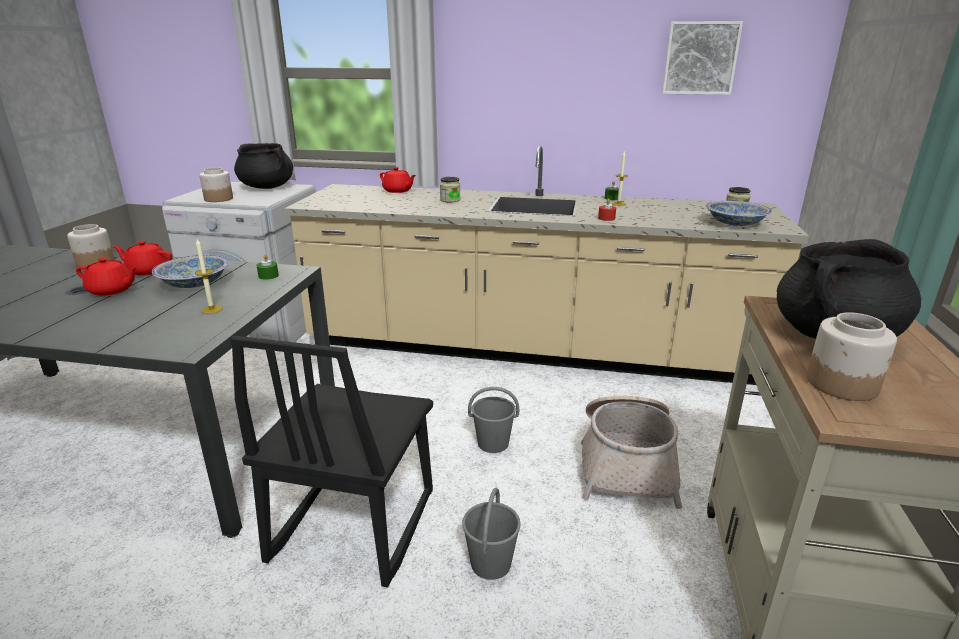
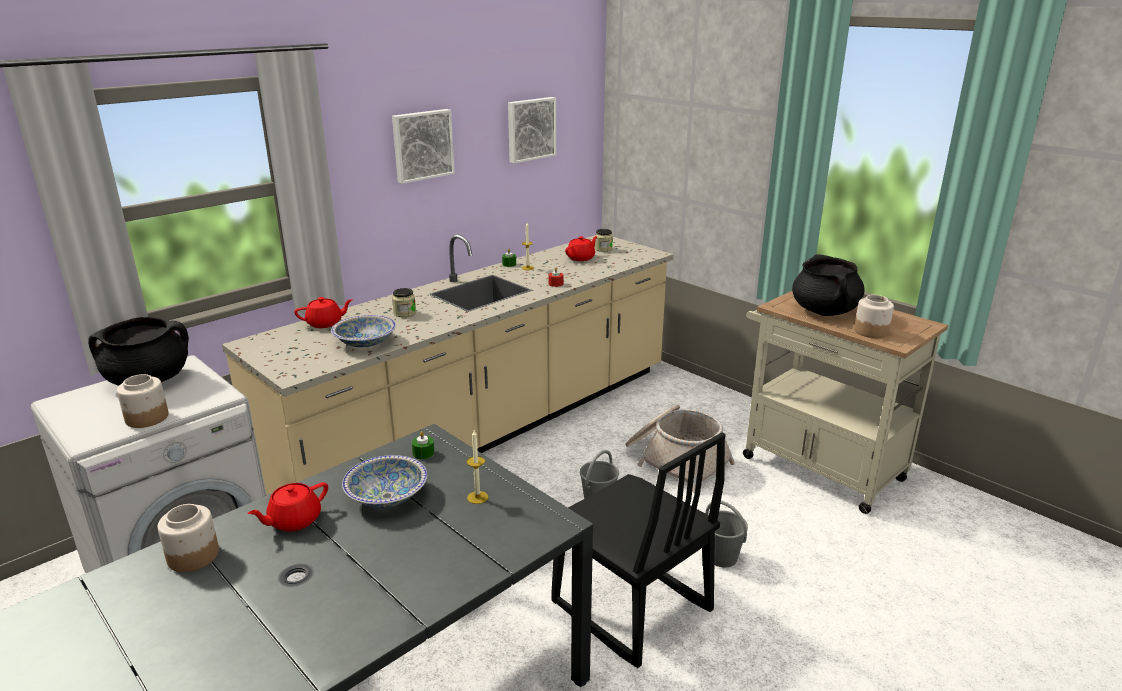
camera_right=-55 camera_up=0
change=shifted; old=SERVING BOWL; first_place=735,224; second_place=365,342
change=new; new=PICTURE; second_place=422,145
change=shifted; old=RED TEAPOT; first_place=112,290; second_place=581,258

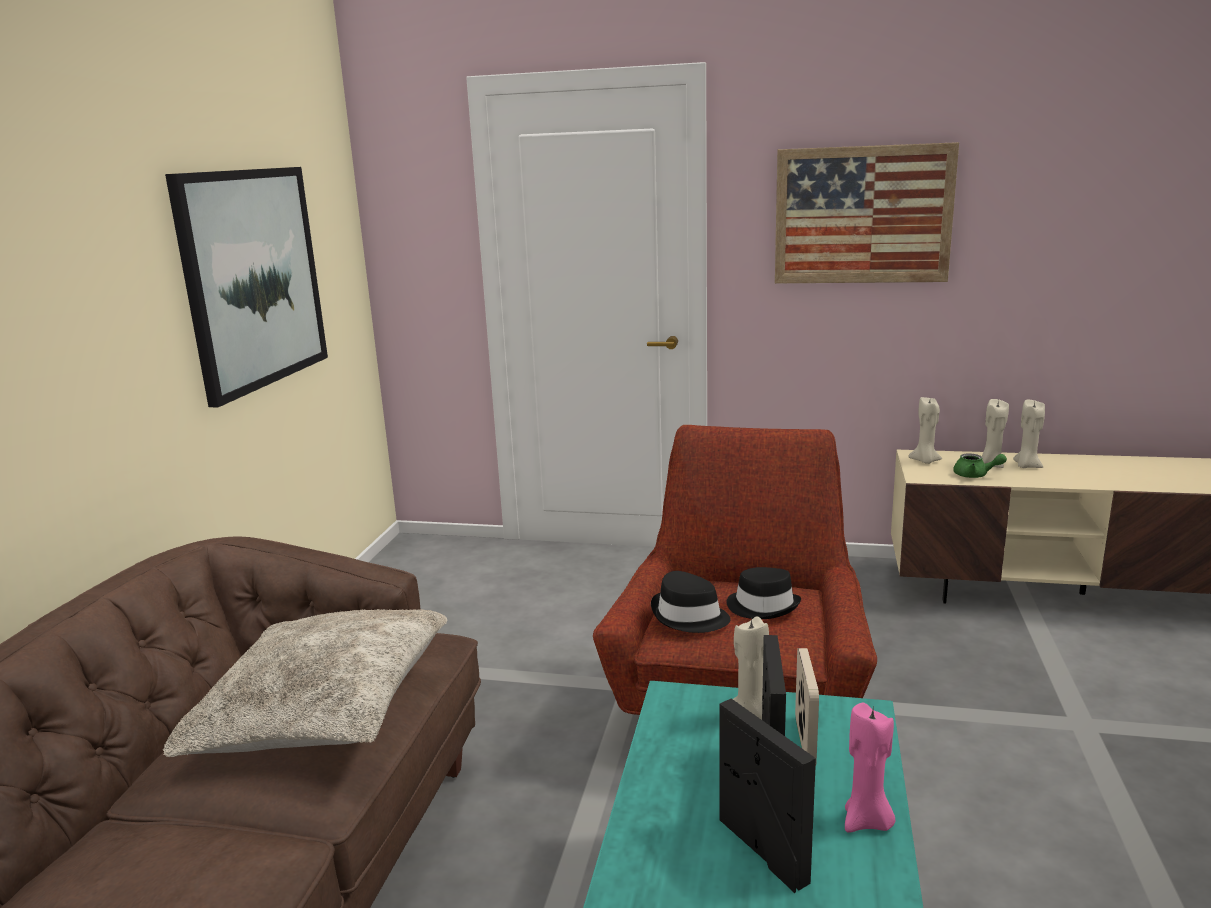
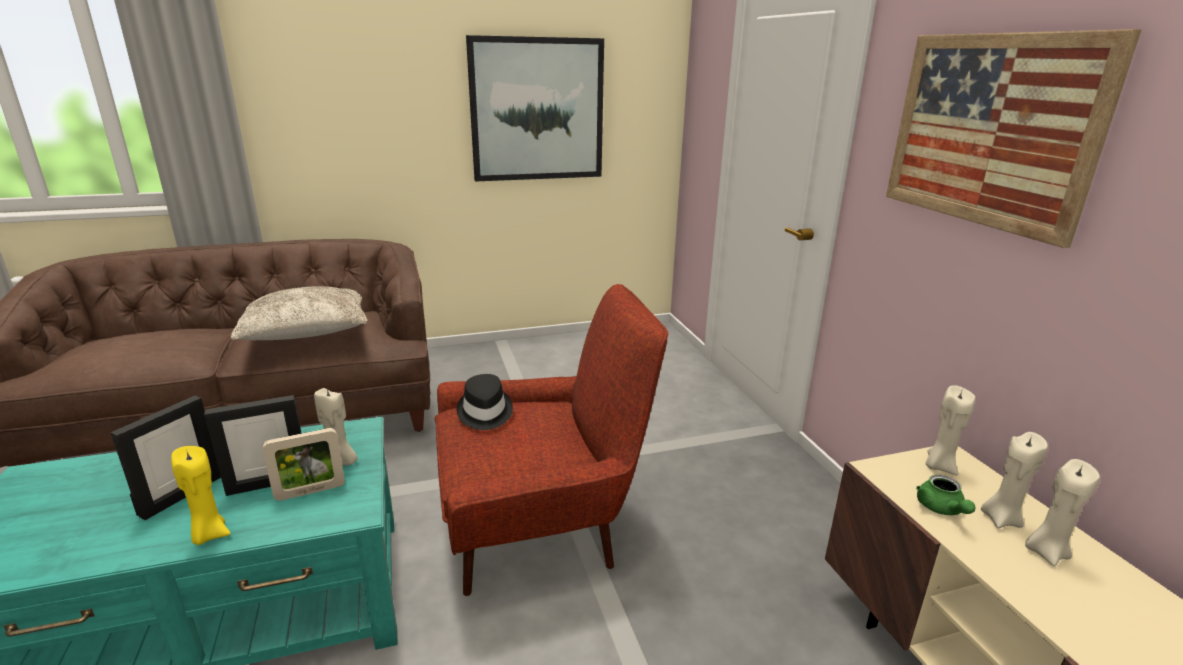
camera_right=60 camera_up=5
change=repainted; old=PINKISH WAX LIGHT; new=YELLOWISH WAX LIGHT; first_place=867,821; second_place=209,534
change=gone; old=BLACKISH CLOTHING HAT; first_place=763,606

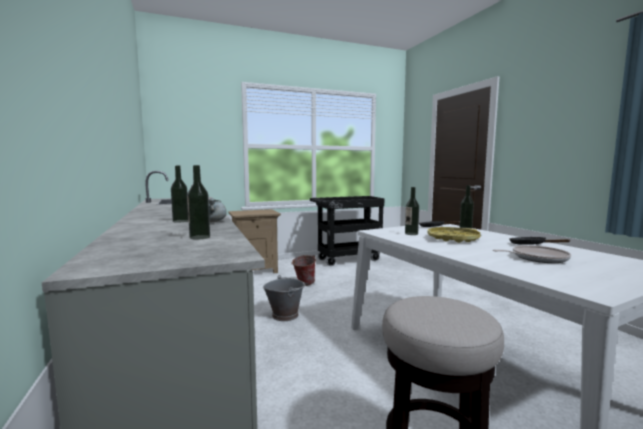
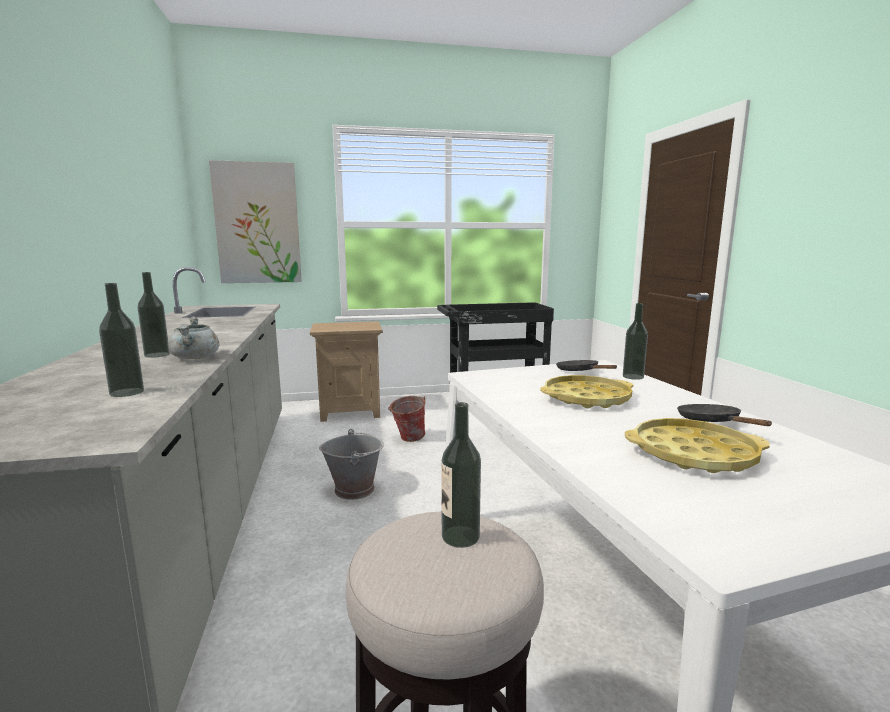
camera_right=10 camera_up=5
change=new; new=PICTURE; second_place=257,223
change=shifted; old=BOTTLE; first_place=411,234; second_place=460,536
change=swapped; old=FRYING PAN; new=YELLOWISH TRAY; first_place=536,258; second_place=693,454

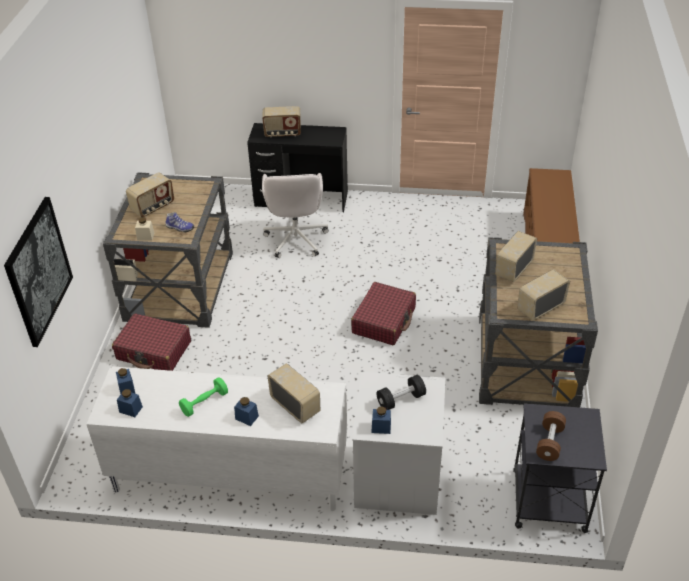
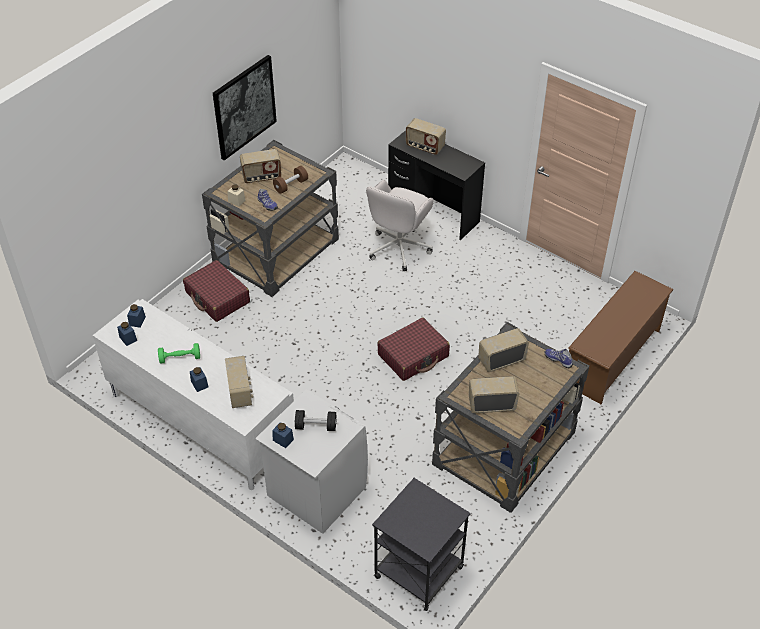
camera_right=30 camera_up=5
change=shifted; old=PICTURE; first_place=38,271; second_place=244,107
change=shifted; old=BROWNISH FREE WEIGHT; first_place=549,442; second_place=291,185
change=new; new=LOW SHOE; second_place=558,360

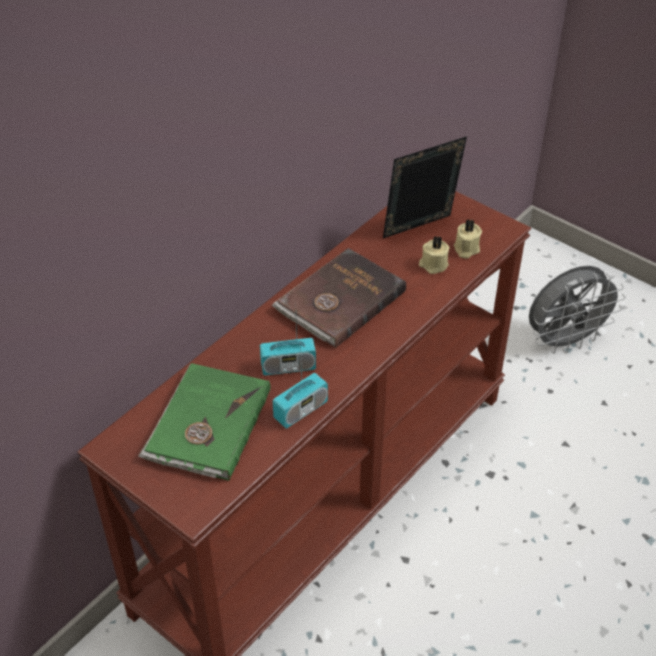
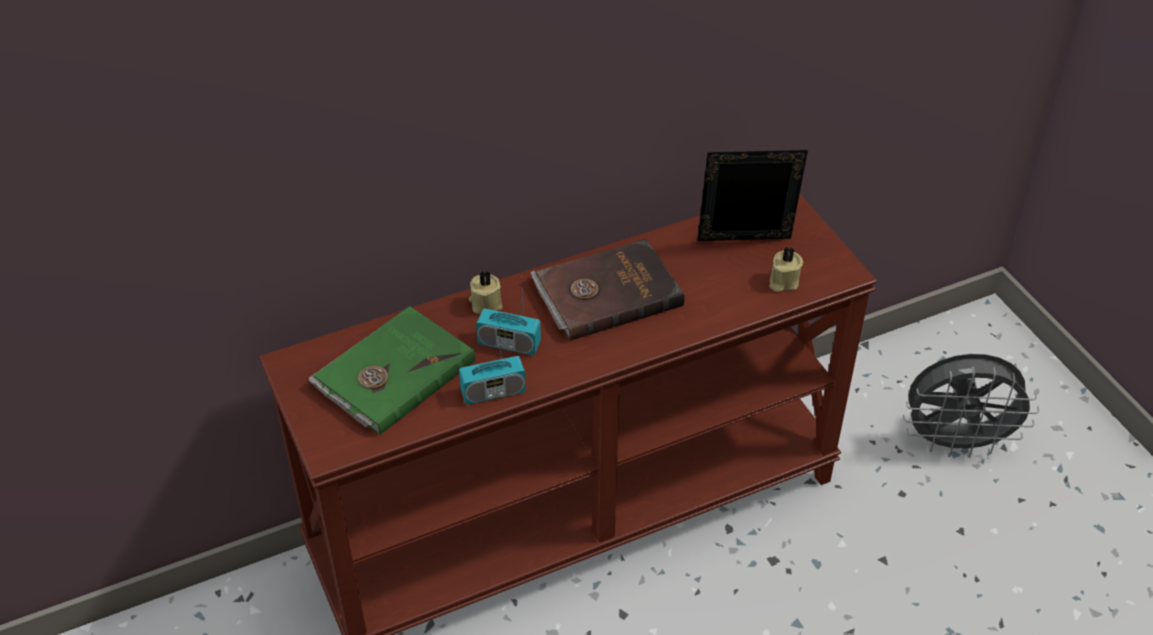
camera_right=25 camera_up=0
change=shifted; old=SAND-COLOURED WAX LIGHT; first_place=433,265; second_place=485,303

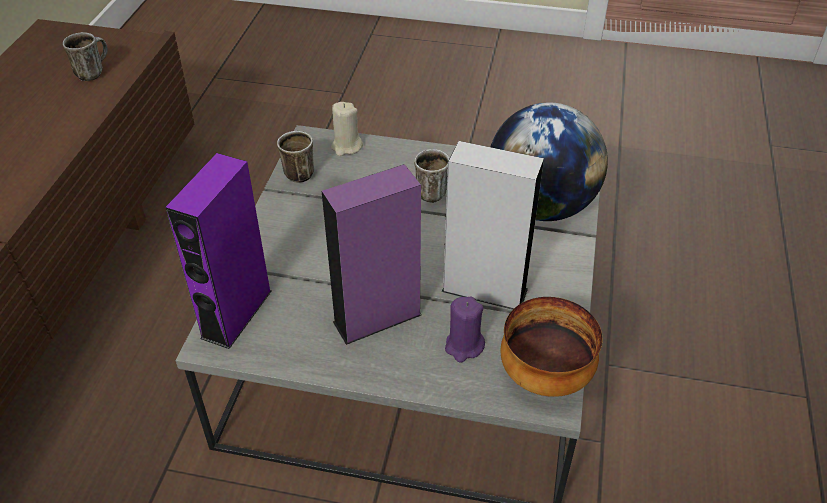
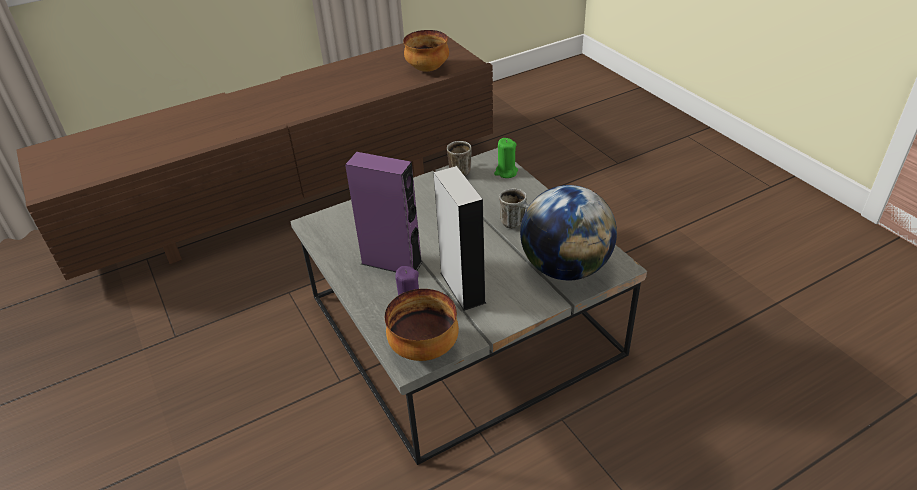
camera_right=50 camera_up=-5
change=swapped; old=TEA MUG; new=SERVING BOWL; first_place=93,72; second_place=428,69
change=repainted; old=SAND-COLOURED WAX LIGHT; new=GREENISH WAX LIGHT; first_place=346,146; second_place=506,172
change=gone; old=PURPLISH LOUDSPEAKER; first_place=236,314

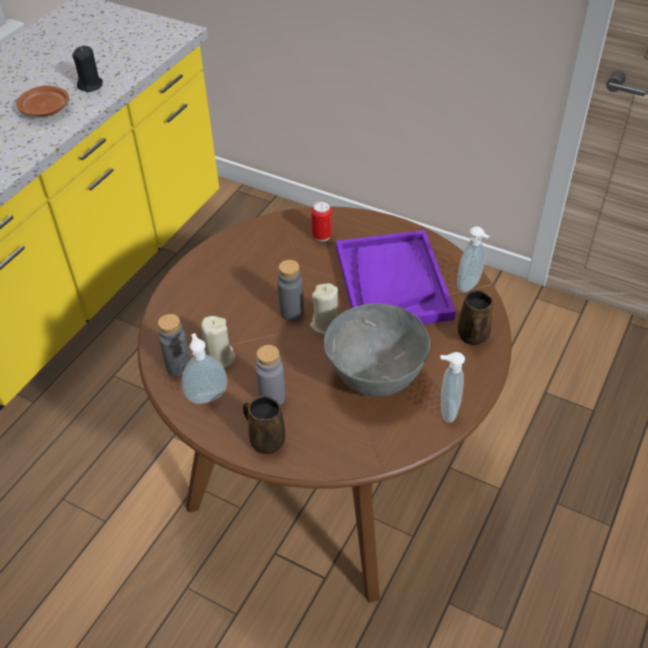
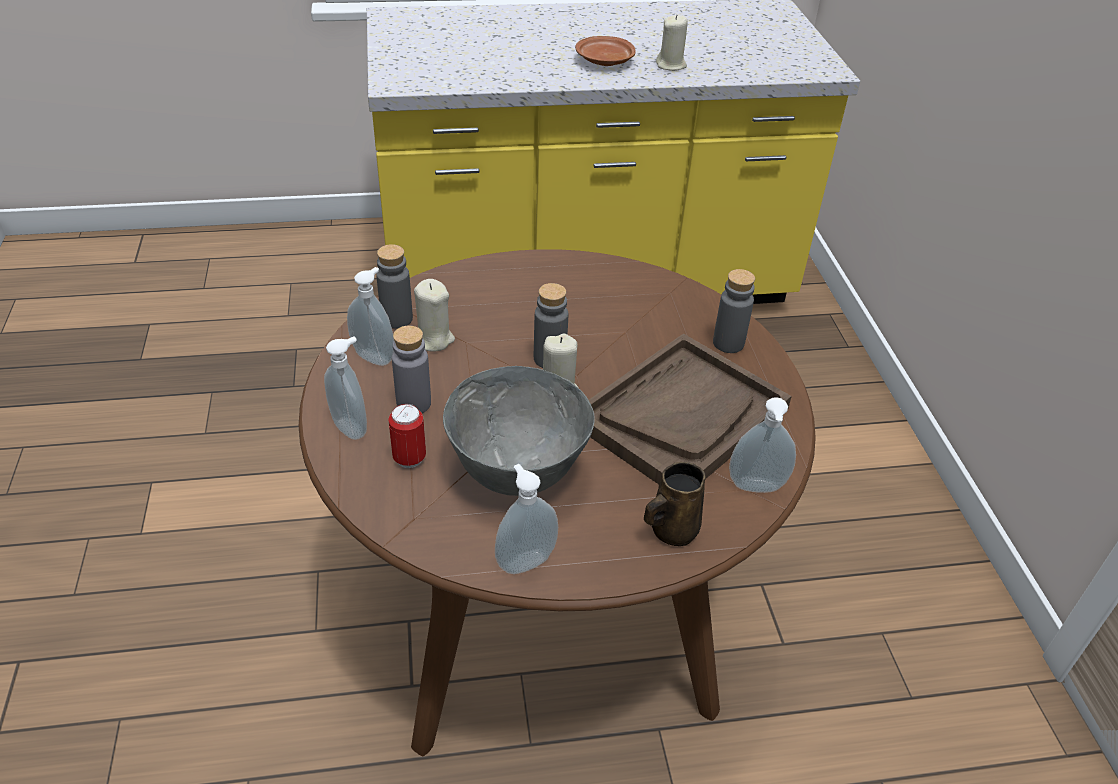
camera_right=50 camera_up=-5
change=swapped; old=BROWNISH TEA MUG; new=LIQUID SOAP BOTTLE; first_place=266,440; second_place=352,427
change=shifted; old=SEALED CAN; first_place=322,236; second_place=409,458
change=repainted; old=PURPLISH TRAY; new=BROWNISH TRAY; first_place=392,283; second_place=681,416
change=repainted; old=BLACKISH WAX LIGHT; new=SAND-COLOURED WAX LIGHT; first_place=91,85; second_place=671,65
change=new; new=GREY BOTTLE; second_place=728,343

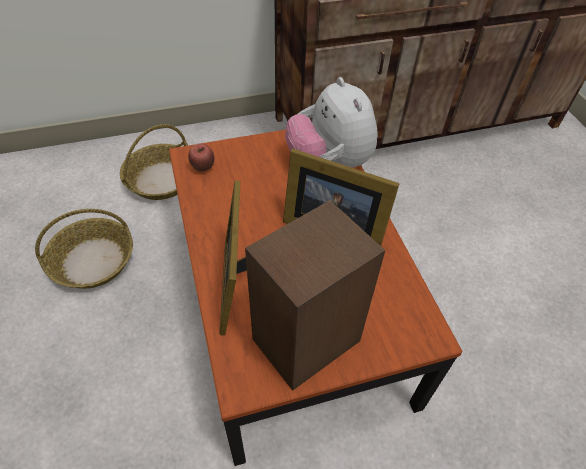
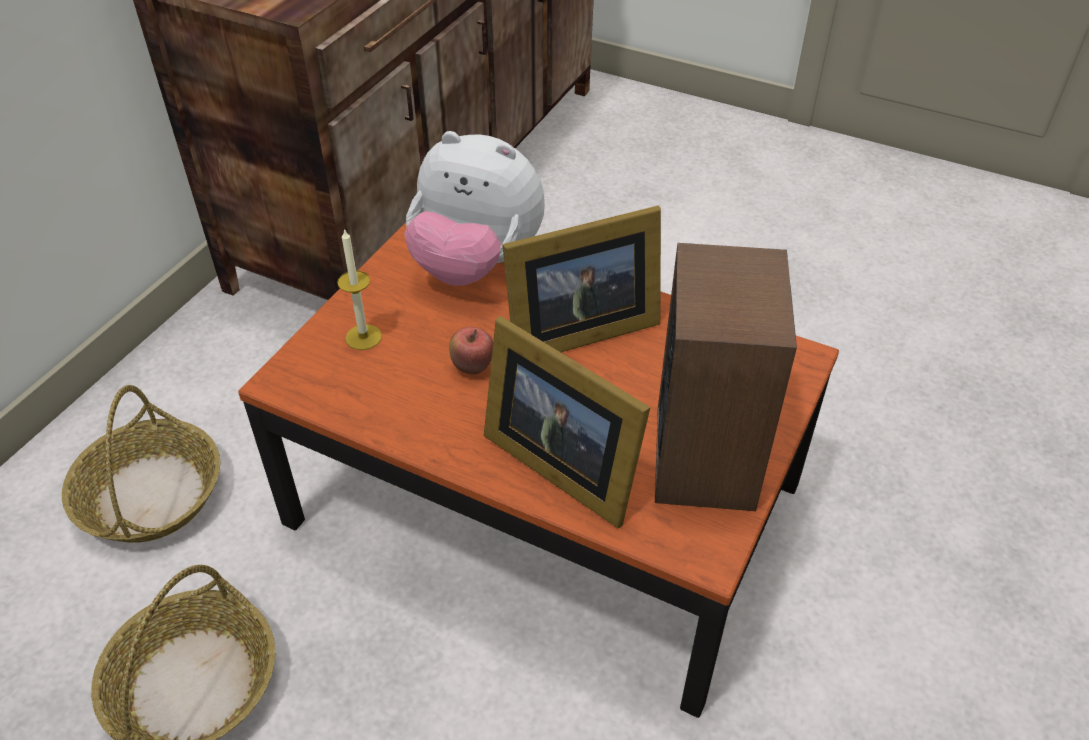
camera_right=-45 camera_up=-5
change=new; new=WAX LIGHT; second_place=363,337
change=shifted; old=APPLE; first_place=203,168; second_place=472,368

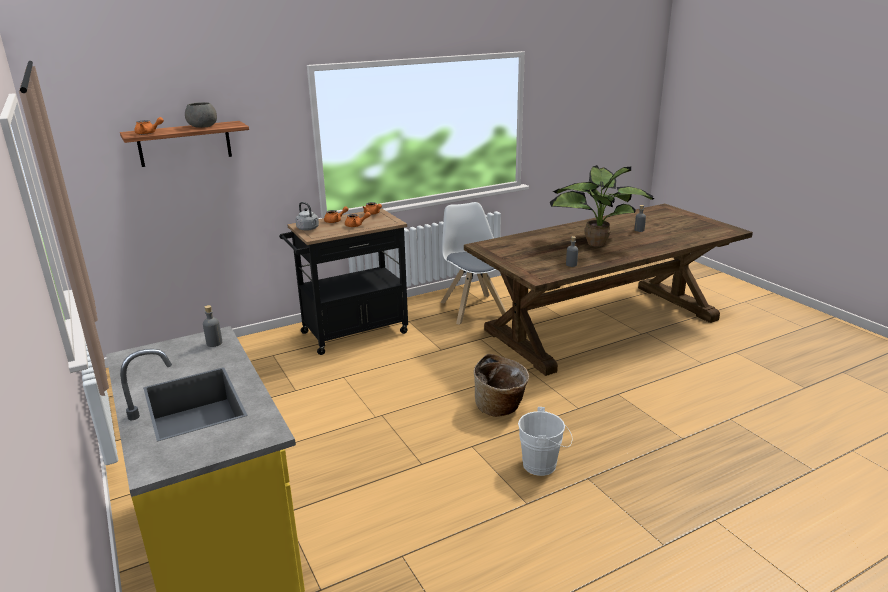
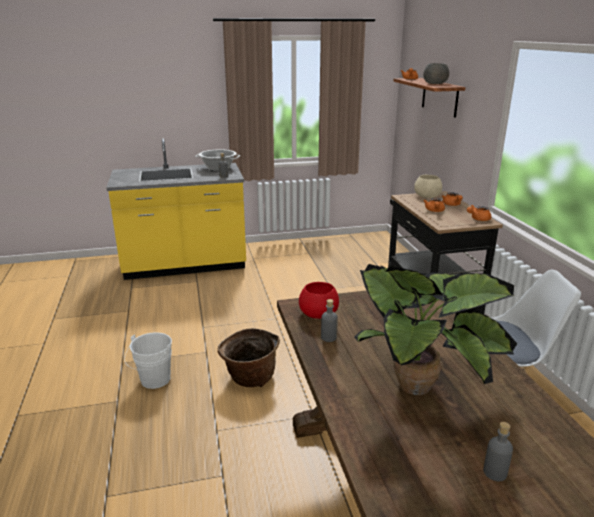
camera_right=105 camera_up=0
change=new; new=SAUCEPOT; second_place=218,168
change=new; new=RED SERVING BOWL; second_place=319,313
change=swapped; old=GREY WATER KETTLE; new=SAND-COLOURED SERVING BOWL; first_place=308,229; second_place=427,196

